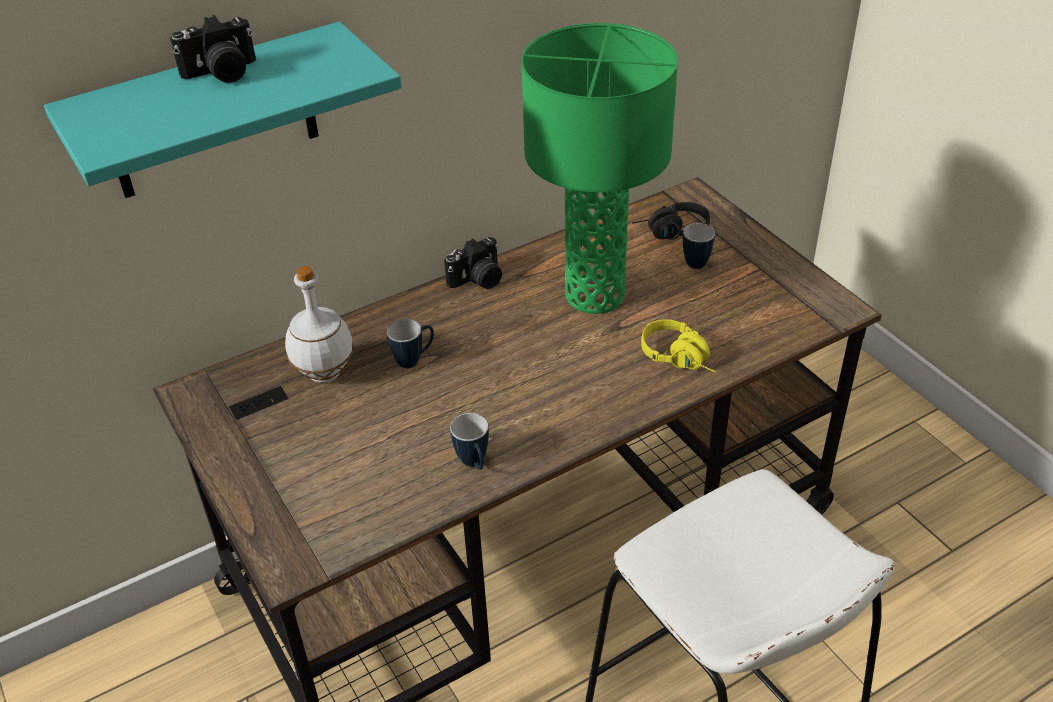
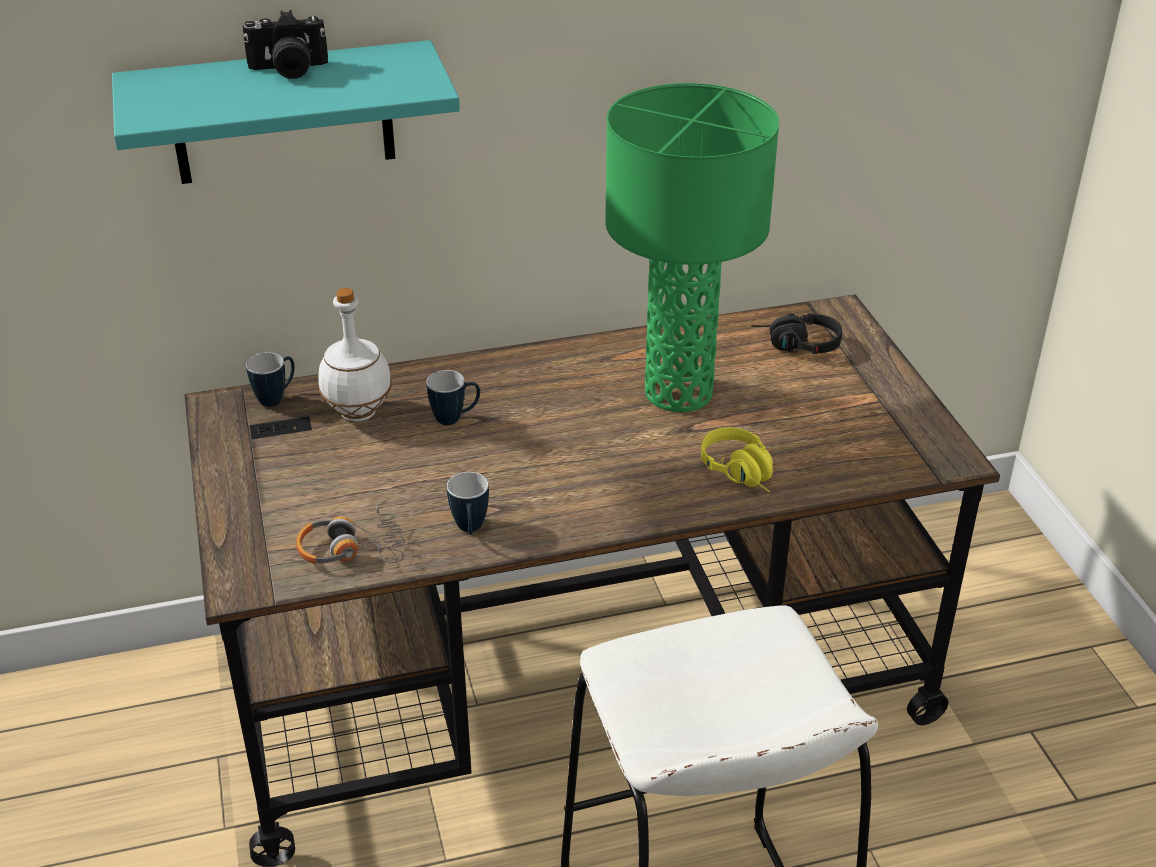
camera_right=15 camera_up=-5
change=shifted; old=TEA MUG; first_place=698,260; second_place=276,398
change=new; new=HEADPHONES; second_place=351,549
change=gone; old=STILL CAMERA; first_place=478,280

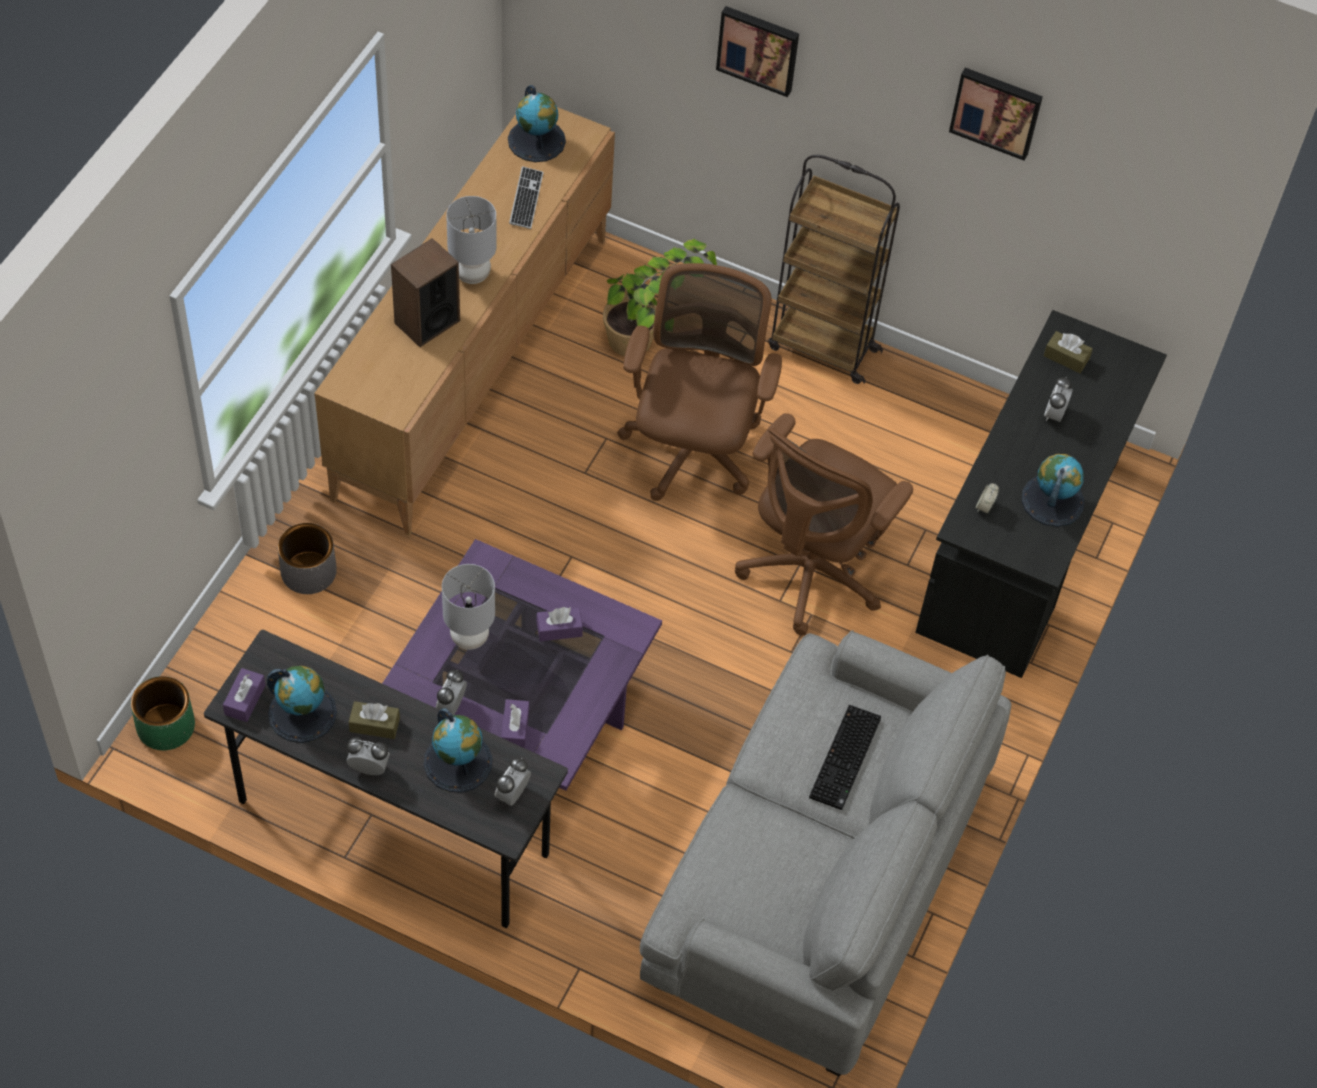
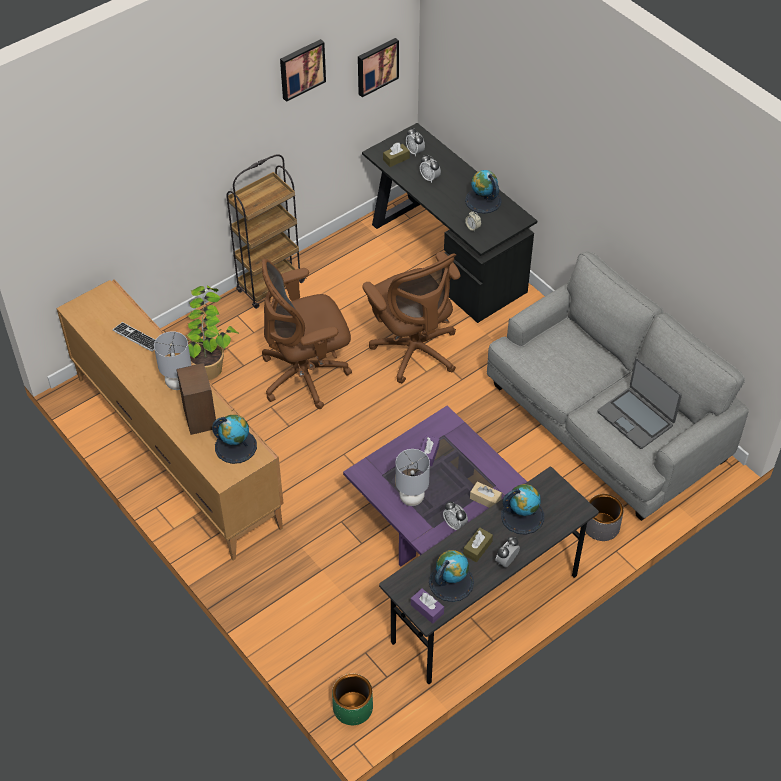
camera_right=-60 camera_up=-5
change=shifted; old=DESK GLOBE; first_place=537,140; second_place=236,446
change=rotated; old=BROWNISH COMPUTER CHAIR; first_place=692,457; second_place=308,372; degrees=-60
change=shifted; old=PICTURE; first_place=758,48; second_place=376,66
change=shifted; old=ALARM CLOCK; first_place=512,794; second_place=415,151
change=repainted; old=PURPLISH BOX OF TISSUES; new=SAND-COLOURED BOX OF TISSUES; first_place=515,728; second_place=485,499
change=shifted; old=GREY FLOWER POT; first_place=308,572; second_place=601,527
change=new; new=PORTABLE COMPUTER; second_place=636,418
change=gone; old=PC KEYBOARD; first_place=846,759

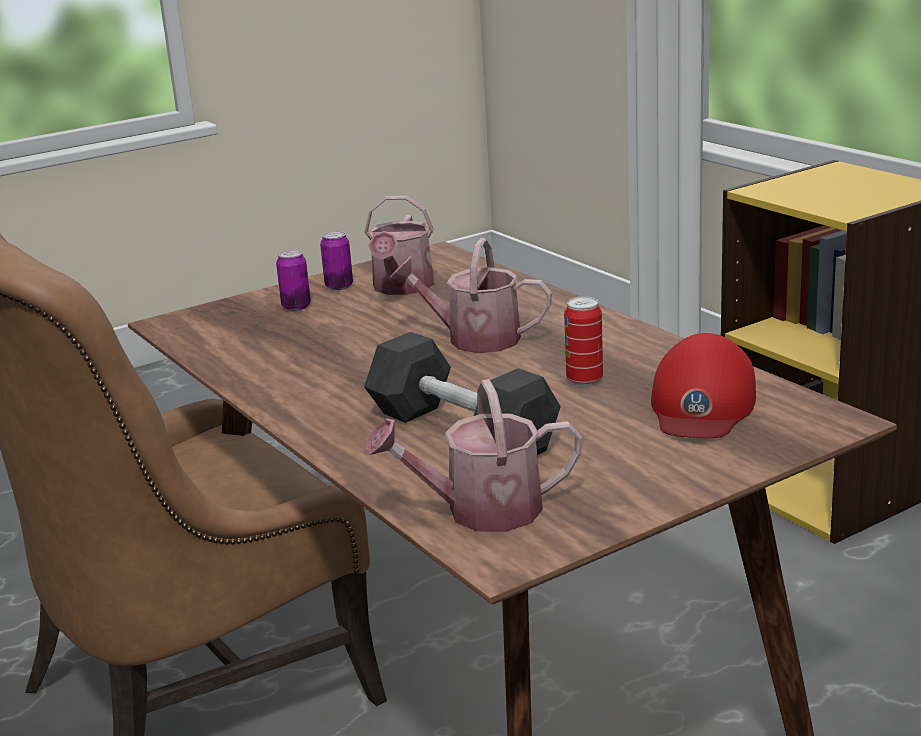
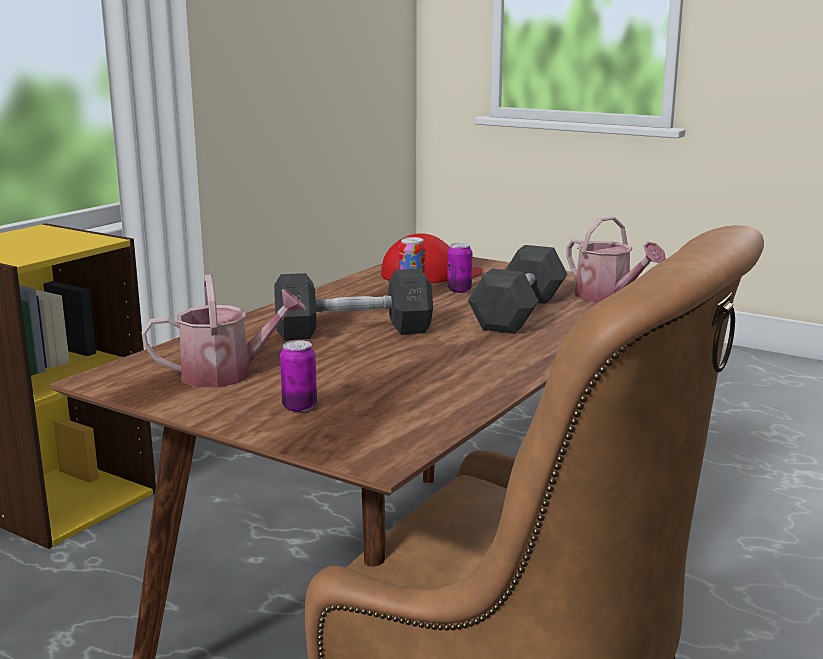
camera_right=-115 camera_up=-5
change=swapped; old=WATERING POT; new=GREY FREE WEIGHT; first_place=474,339; second_place=353,331
change=shifted; old=SEALED CAN; first_place=339,286; second_place=459,290

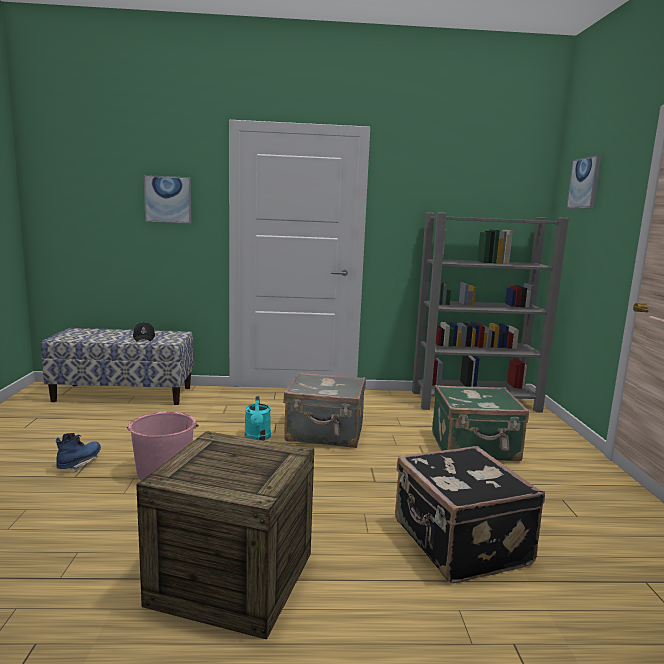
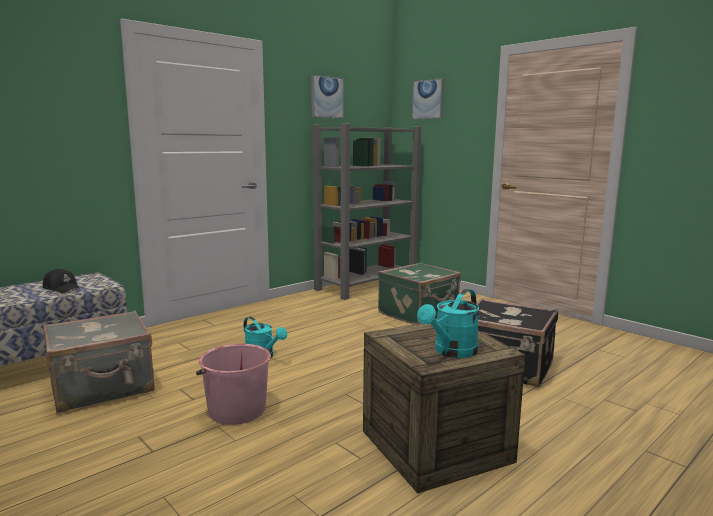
camera_right=-40 camera_up=0
change=shifted; old=GREY SUITCASE; first_place=325,434; second_place=103,388
change=shifted; old=PICTURE; first_place=168,199; second_place=327,97
change=new; new=TURQUOISE-COLOURED WATERING POT; second_place=451,352
change=gone; old=BLUE-COLOURED BOOT; first_place=79,464

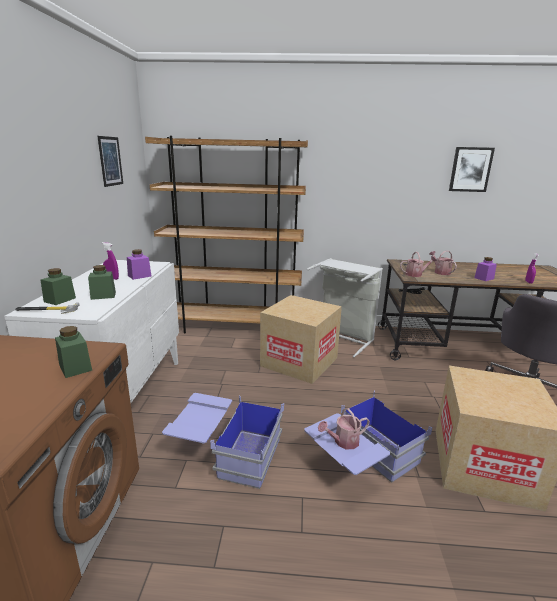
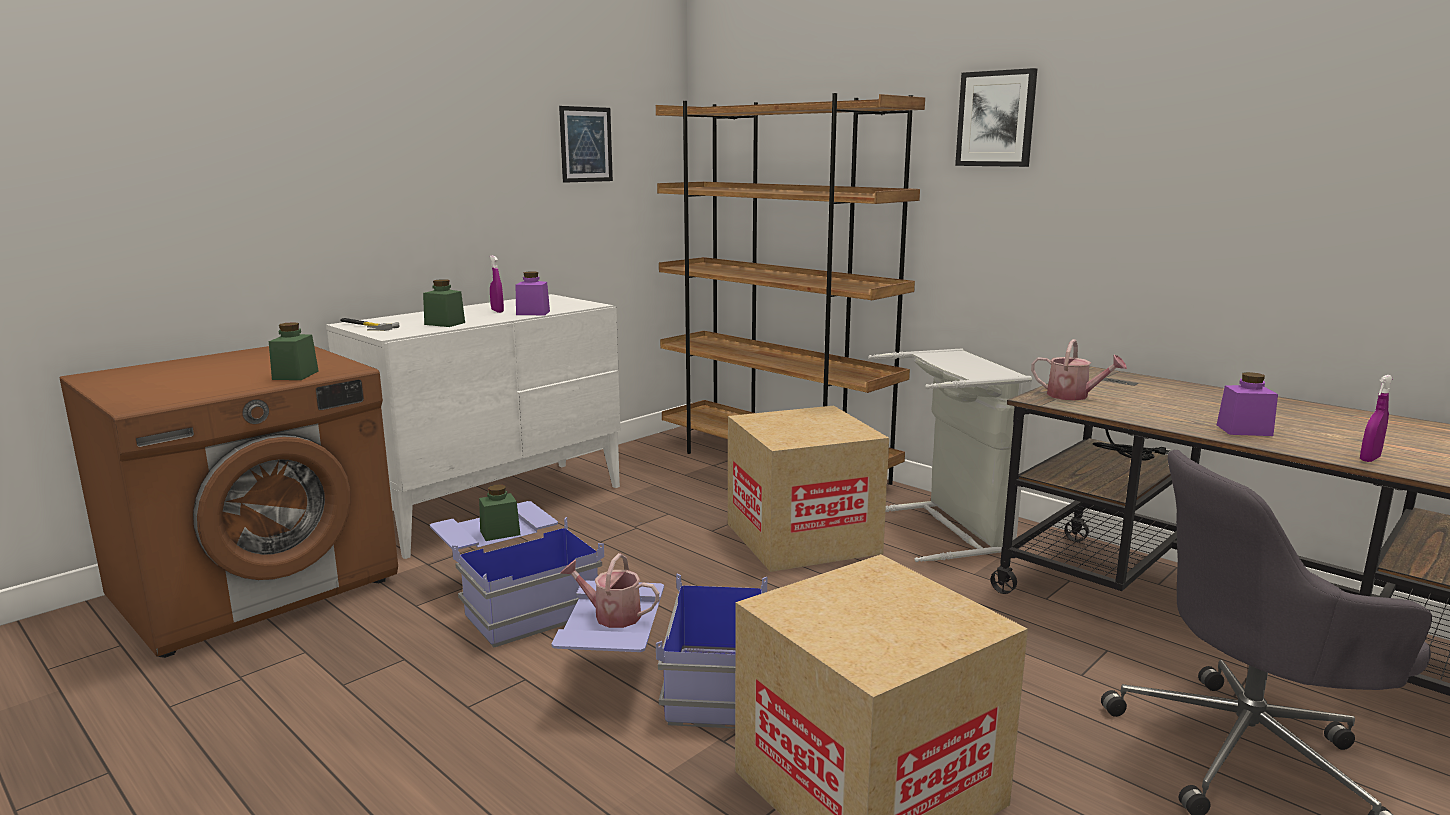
camera_right=40 camera_up=-5
change=shifted; old=GREENISH PRESERVE JAR; first_place=60,300; second_place=500,533
change=shifted; old=PICTURE; first_place=470,169; second_place=996,119
change=gone; old=WATERING POT; first_place=440,272

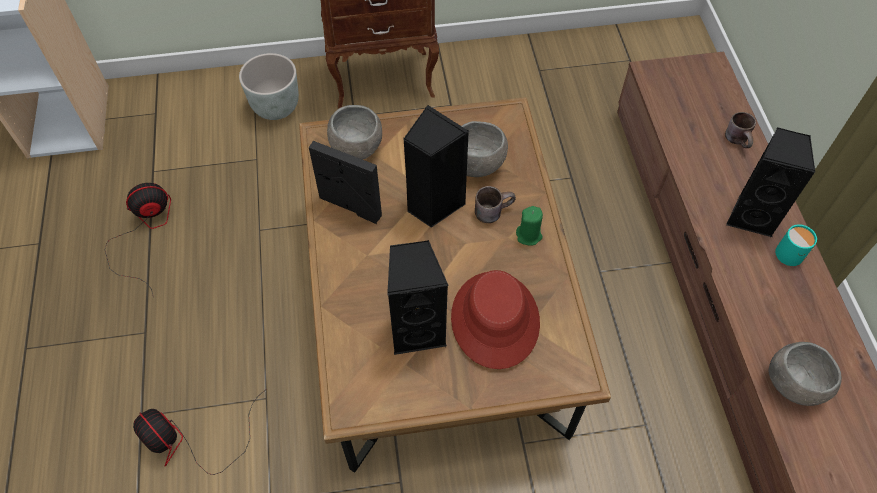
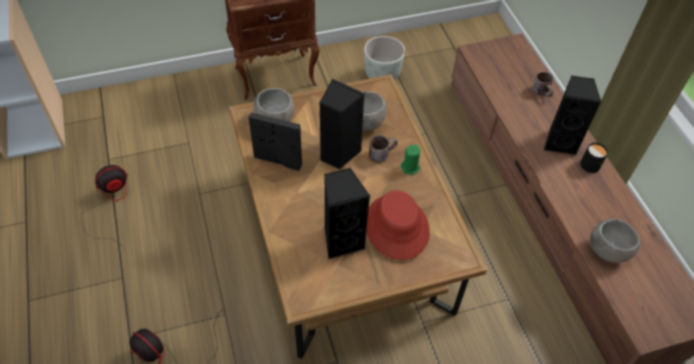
camera_right=-10 camera_up=-5
change=shifted; old=GREY FLOWER POT; first_place=277,107; second_place=382,76
change=repainted; old=TURQUOISE-COLOURED TEA MUG; new=BLACKISH TEA MUG; first_place=792,253; second_place=592,164

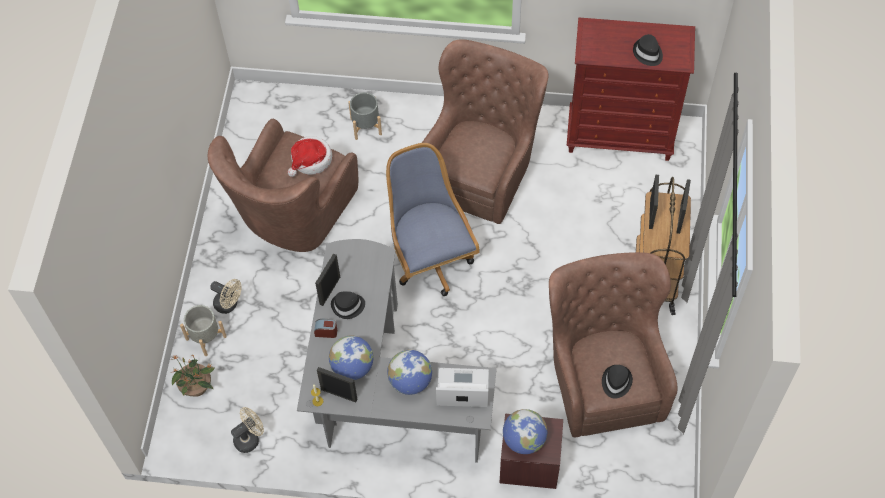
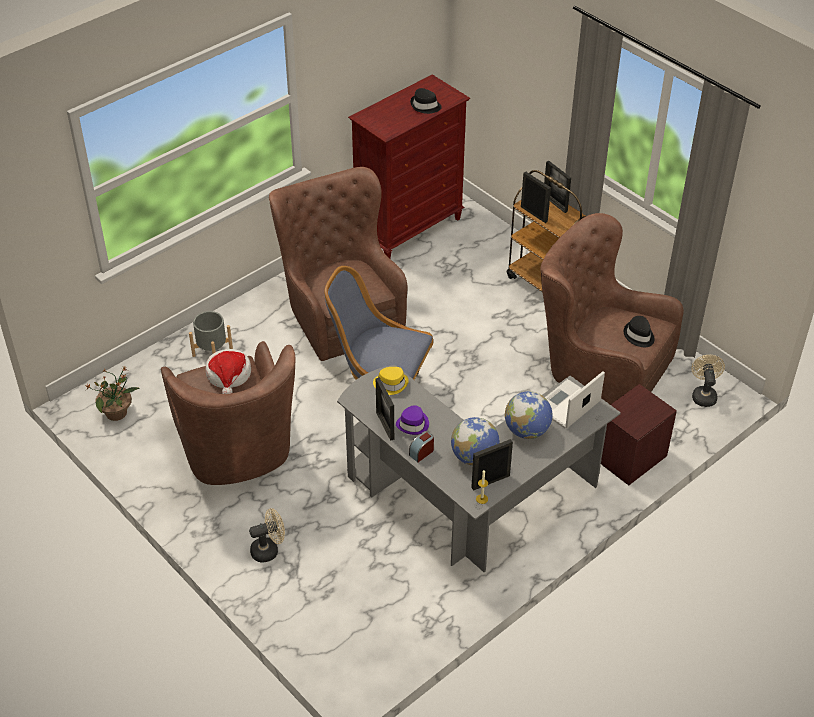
camera_right=-50 camera_up=-15
change=shifted; old=HOUSEPLANT; first_place=197,387; second_place=117,413
change=new; new=YELLOWISH CLOTHING HAT; second_place=391,384
change=repainted; old=BLACKISH CLOTHING HAT; new=PURPLISH CLOTHING HAT; first_place=348,306; second_place=413,424
change=shifted; old=SAND-COLOURED FAN; first_place=250,438; second_place=703,395
change=gone; old=GREY FLOWER POT; first_place=206,338
change=gone; old=DESK GLOBE; first_place=524,440

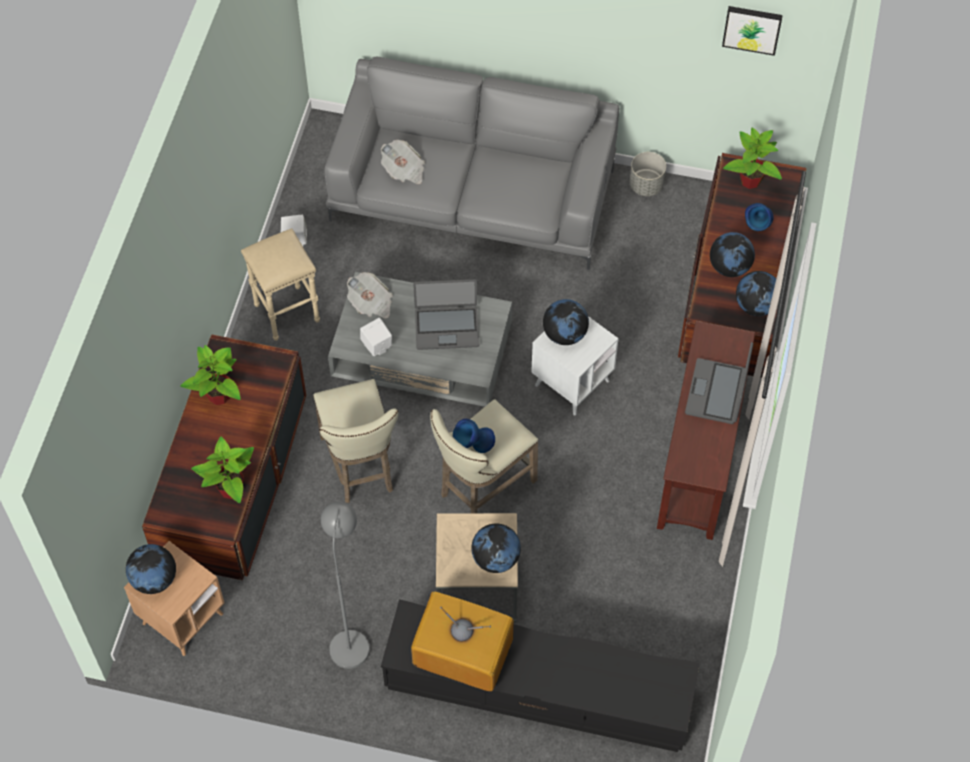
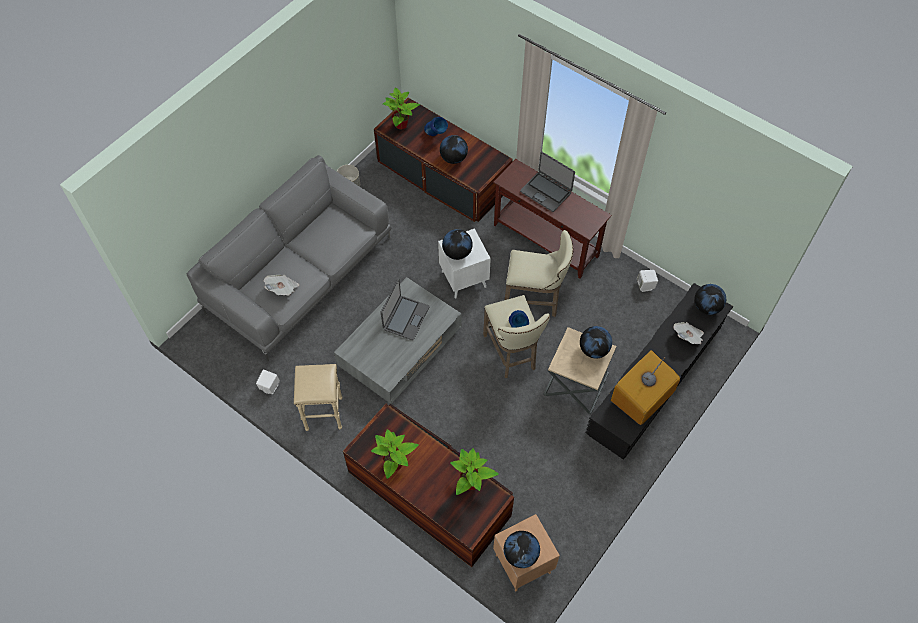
camera_right=-65 camera_up=0
change=shifted; old=SAND-COLOURED STOOL; first_place=359,467; second_place=534,301
change=shifted; old=WHITE LOUDSPEAKER; first_place=377,346; second_place=645,286
change=shifted; old=NEWSPAPER; first_place=371,303; second_place=688,337
change=shifted; old=DESK GLOBE; first_place=755,306; second_place=706,307
change=gone; old=GREY STANDARD LAMP; first_place=350,638
change=gone; old=PICTURE; first_place=752,28

